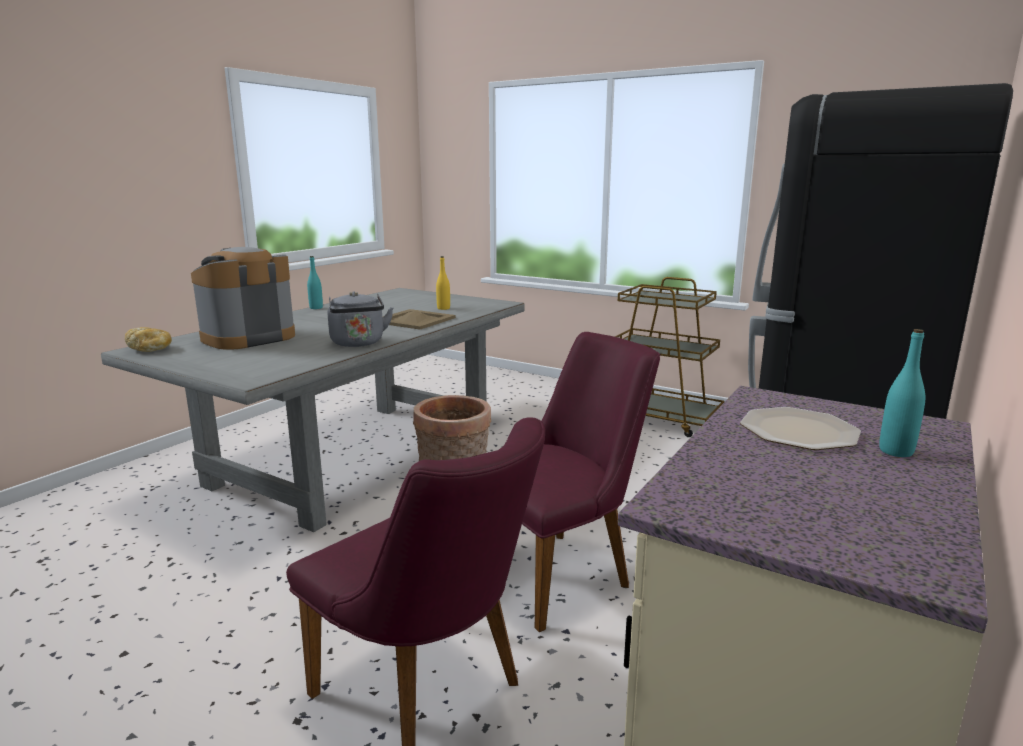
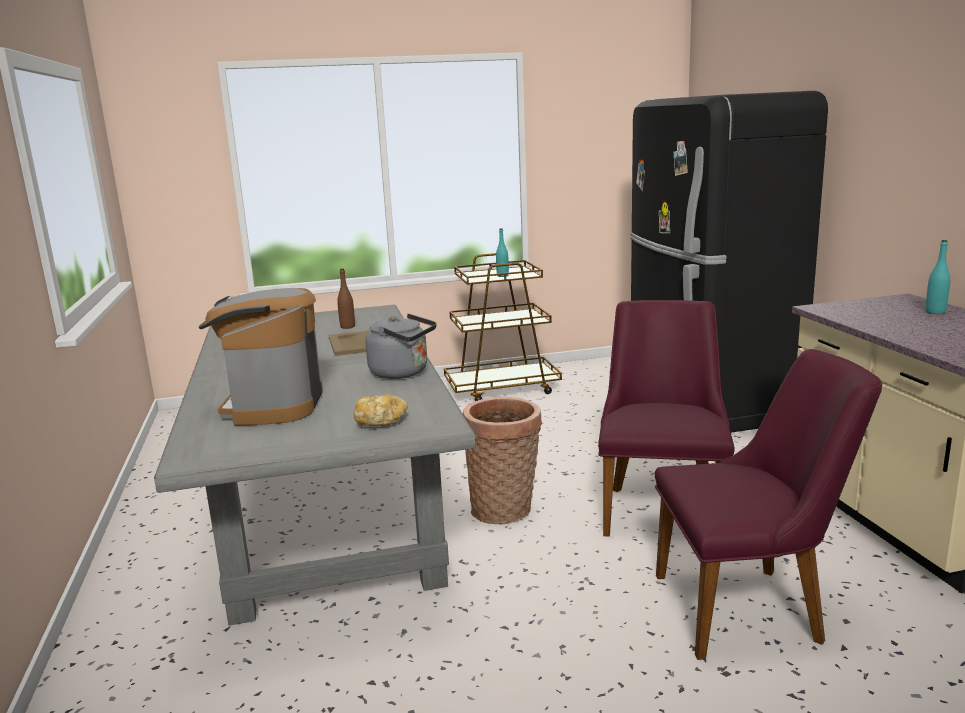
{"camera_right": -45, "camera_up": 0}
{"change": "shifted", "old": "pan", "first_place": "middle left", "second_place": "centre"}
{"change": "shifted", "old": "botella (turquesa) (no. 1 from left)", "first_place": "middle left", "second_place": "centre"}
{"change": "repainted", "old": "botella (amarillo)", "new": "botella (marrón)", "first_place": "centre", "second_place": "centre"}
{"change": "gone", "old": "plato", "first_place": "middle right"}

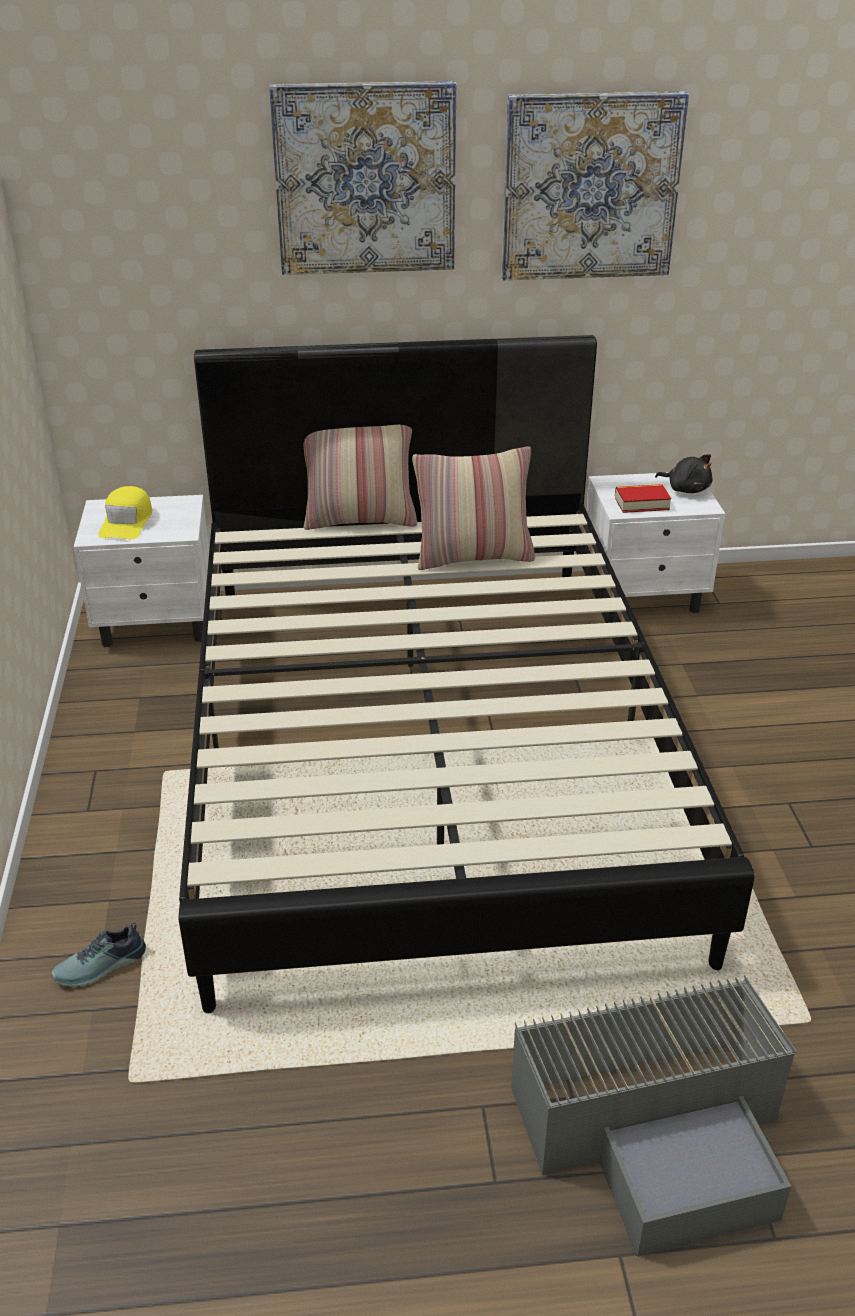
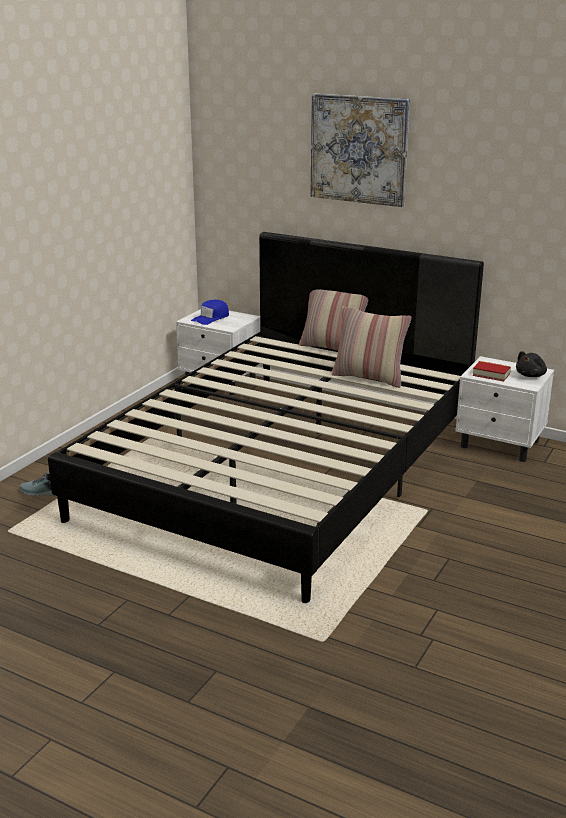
{"camera_right": 35, "camera_up": -10}
{"change": "repainted", "old": "gorra (amarillo)", "new": "gorra (azul)", "first_place": "middle left", "second_place": "centre"}
{"change": "gone", "old": "cuadro (no. 2 from left)", "first_place": "top right"}
{"change": "gone", "old": "caja de almacenaje (gris)", "first_place": "bottom right"}
{"change": "rotated", "old": "peluche (negro)", "first_place": "middle right", "second_place": "middle right", "degrees": 60}

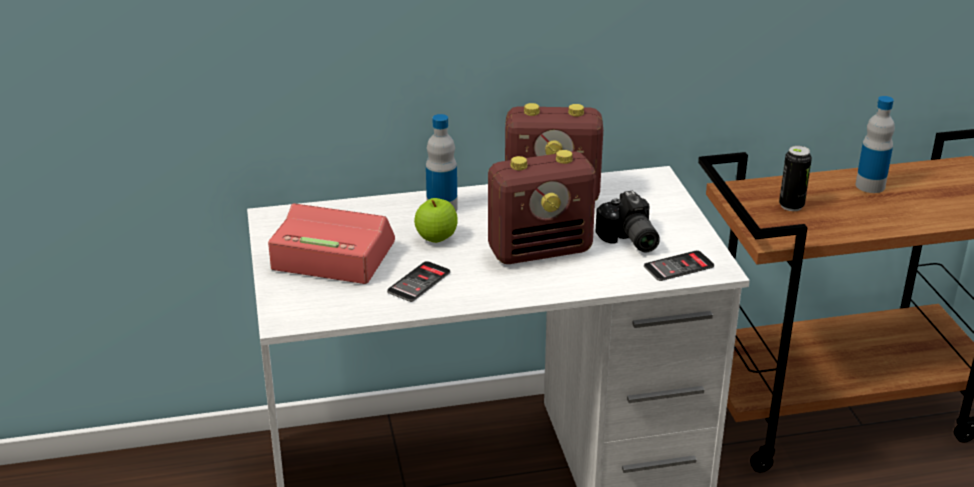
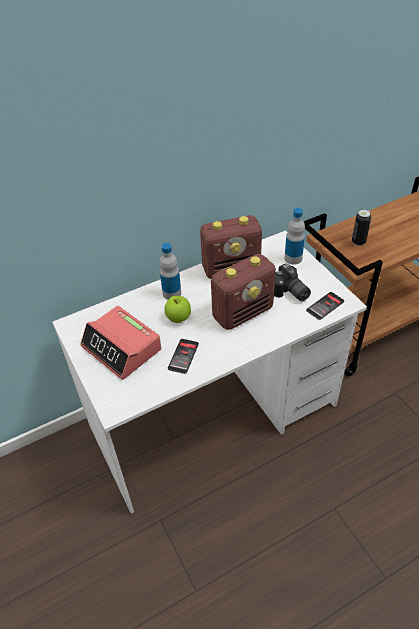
{"camera_right": -15, "camera_up": 15}
{"change": "rotated", "old": "despertador", "first_place": "centre", "second_place": "middle left", "degrees": -135}
{"change": "shifted", "old": "botella (no. 2 from left)", "first_place": "top right", "second_place": "middle right"}

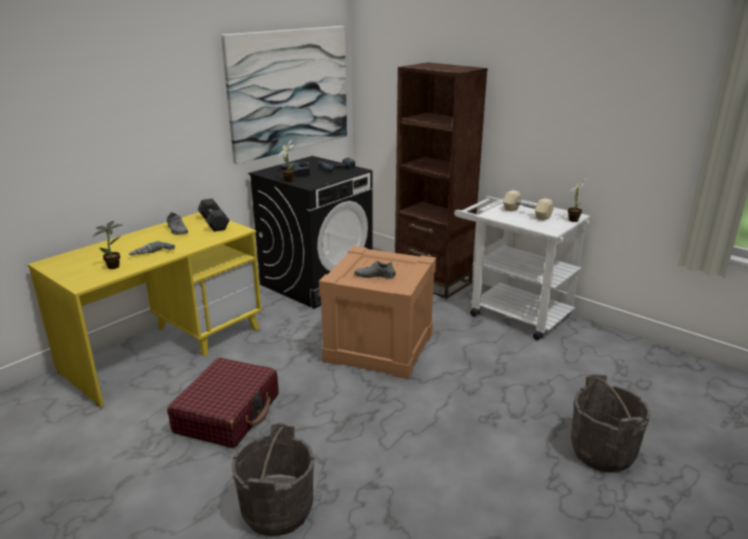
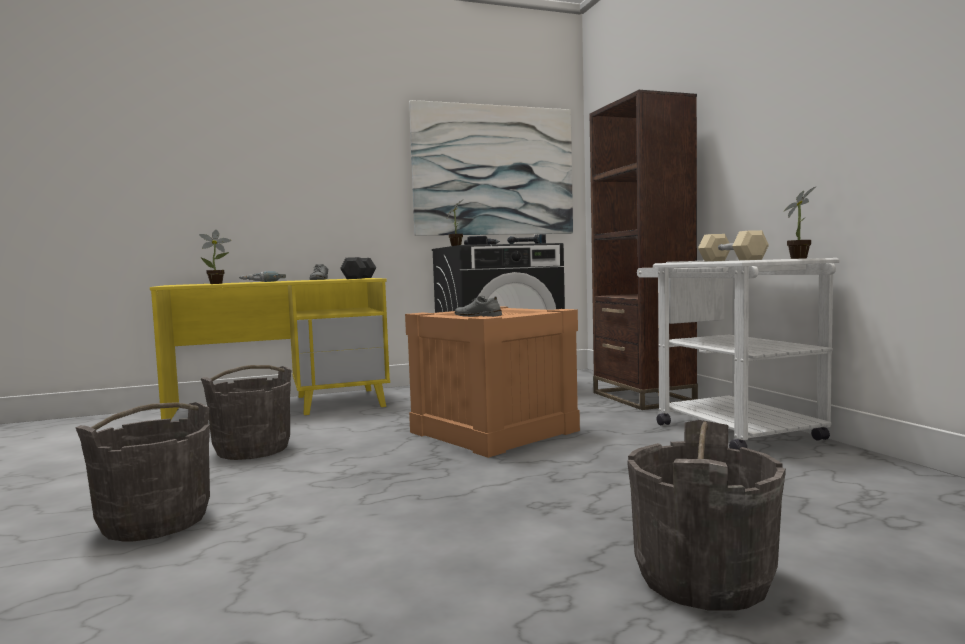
{"camera_right": 30, "camera_up": -20}
{"change": "swapped", "old": "maleta (rojo)", "new": "cubo (gris) (no. 2 from left)", "first_place": "bottom left", "second_place": "middle left"}

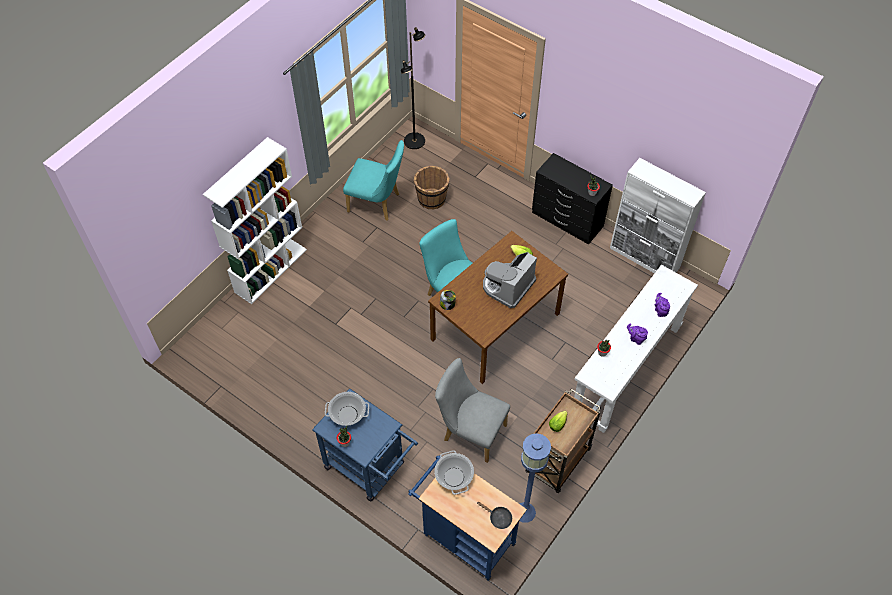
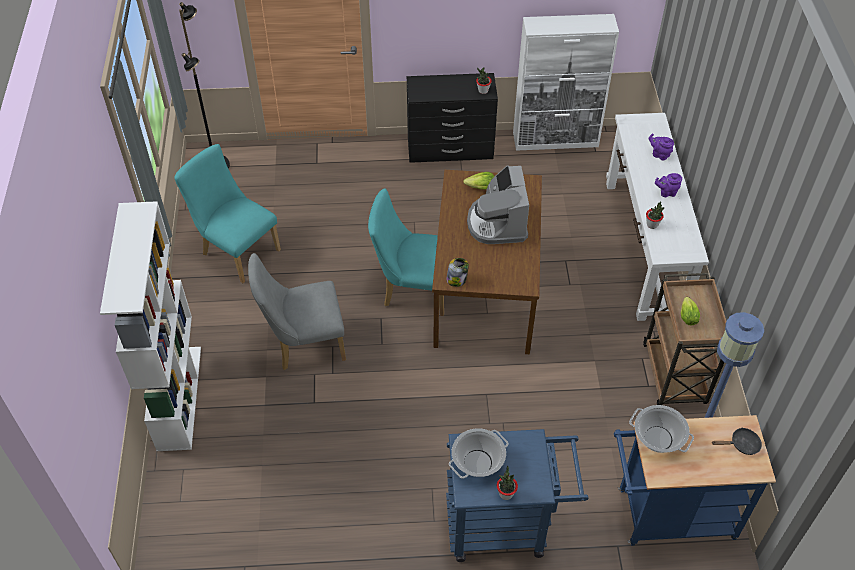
{"camera_right": -40, "camera_up": -5}
{"change": "rotated", "old": "silla (turquesa) (no. 1 from left)", "first_place": "top centre", "second_place": "middle left", "degrees": -120}
{"change": "gone", "old": "cubo (marrón)", "first_place": "top centre"}
{"change": "shifted", "old": "silla (gris)", "first_place": "bottom centre", "second_place": "centre"}

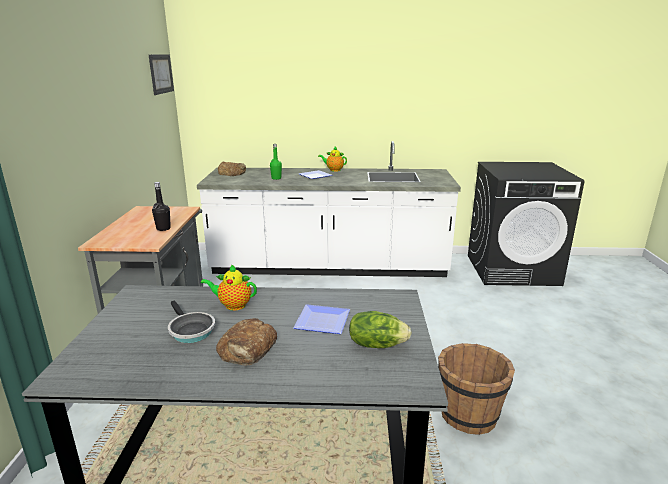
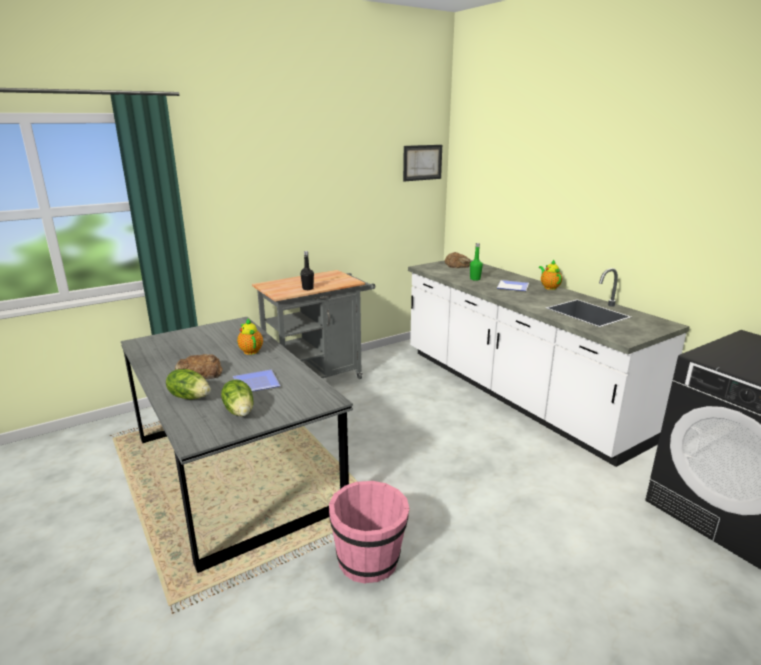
{"camera_right": 55, "camera_up": 0}
{"change": "gone", "old": "sartén", "first_place": "middle left"}
{"change": "repainted", "old": "cubo (marrón)", "new": "cubo (rosa)", "first_place": "bottom right", "second_place": "bottom centre"}
{"change": "new", "new": "lechuga (no. 1 from left)", "second_place": "middle left"}

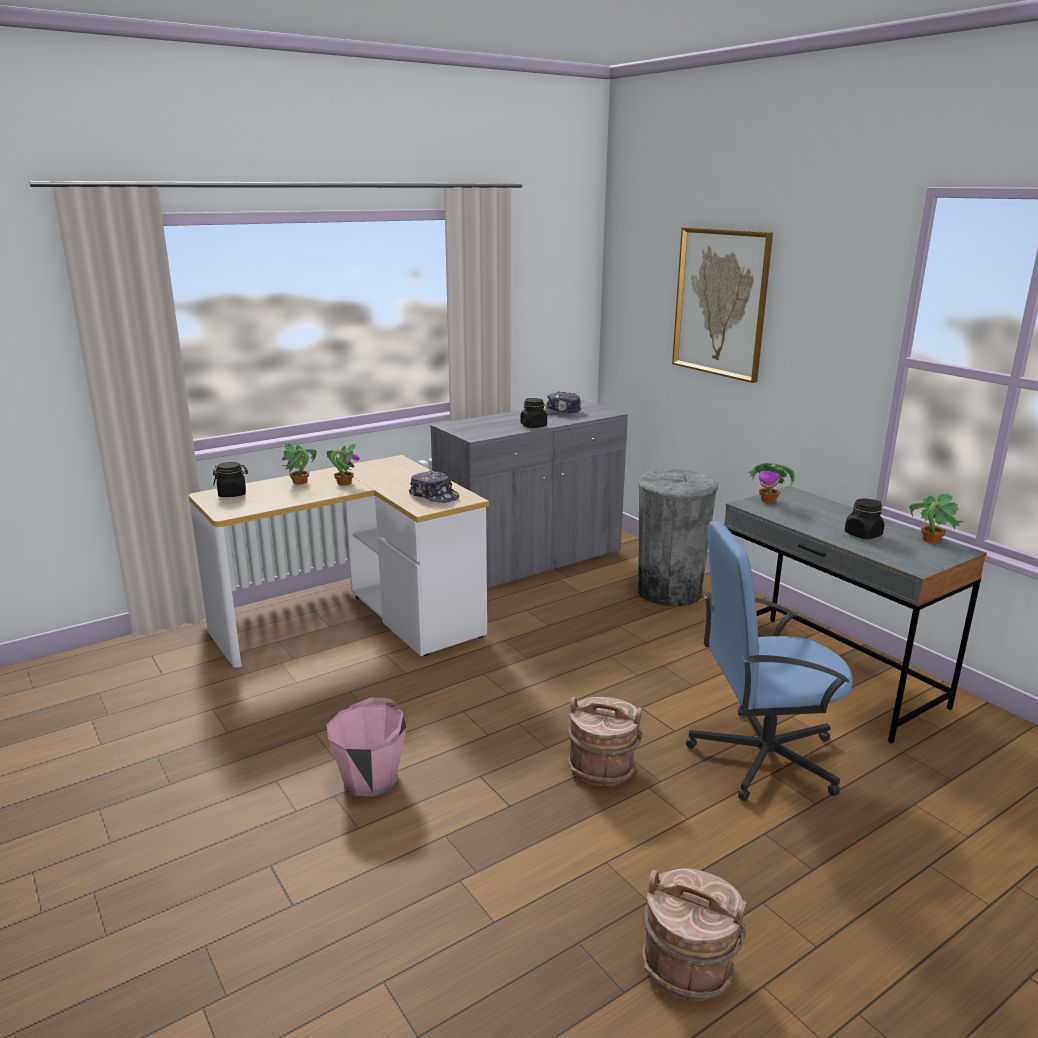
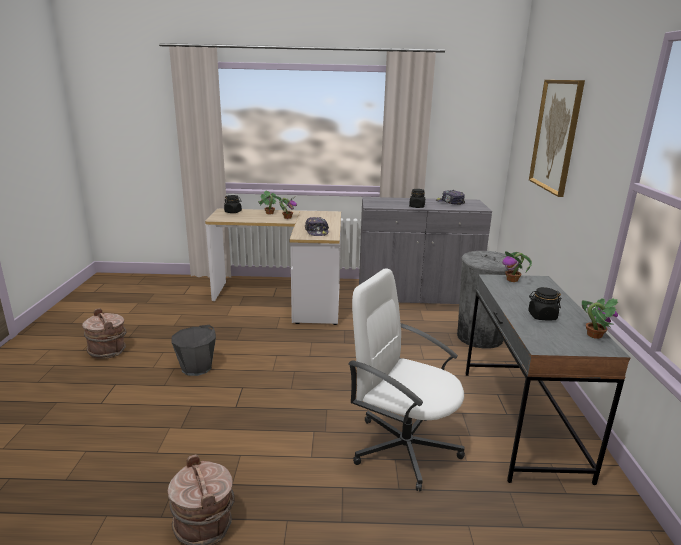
{"camera_right": 35, "camera_up": 0}
{"change": "repainted", "old": "cubo (rosa)", "new": "cubo (gris)", "first_place": "bottom centre", "second_place": "middle left"}
{"change": "shifted", "old": "cubo (marrón) (no. 1 from left)", "first_place": "bottom centre", "second_place": "middle left"}
{"change": "repainted", "old": "silla de oficina (azul)", "new": "silla de oficina (blanco)", "first_place": "middle right", "second_place": "bottom centre"}

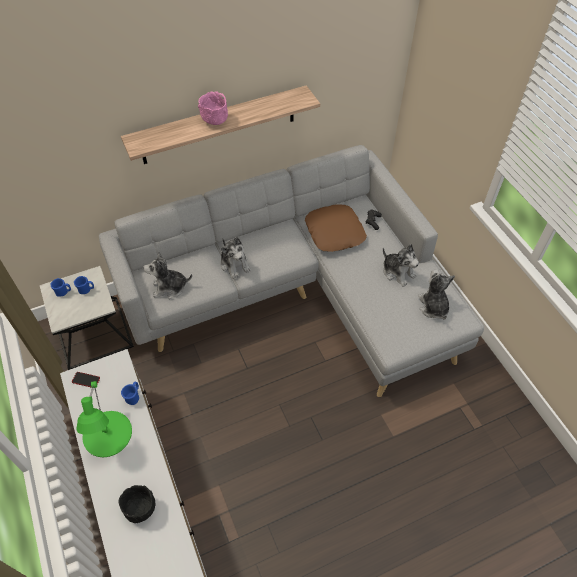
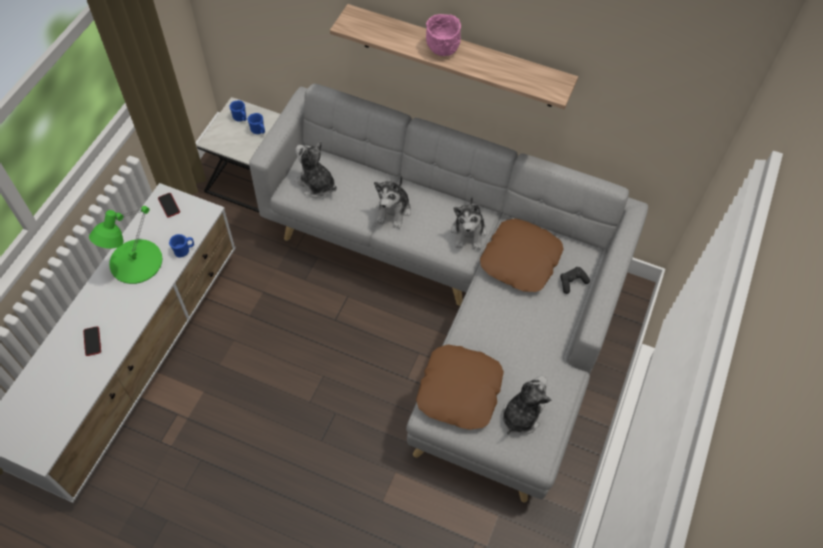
{"camera_right": 45, "camera_up": 5}
{"change": "swapped", "old": "cuenco (negro)", "new": "móvil (no. 1 from left)", "first_place": "bottom left", "second_place": "middle left"}
{"change": "shifted", "old": "peluche (no. 3 from left)", "first_place": "middle right", "second_place": "centre"}
{"change": "new", "new": "cojín (marrón) (no. 1 from left)", "second_place": "bottom centre"}

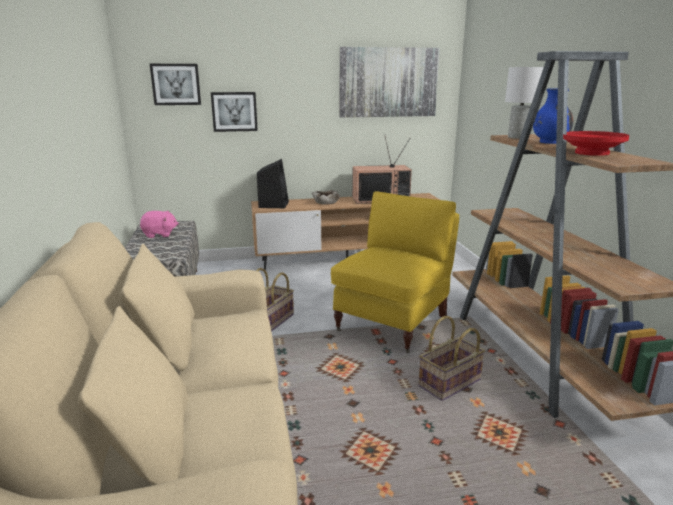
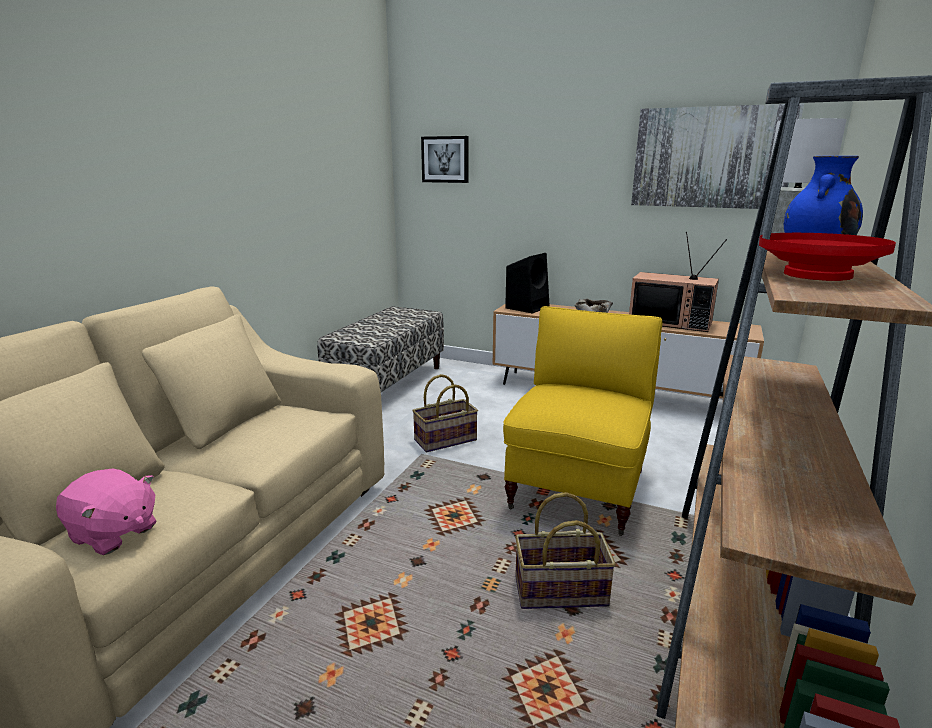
{"camera_right": 35, "camera_up": 0}
{"change": "shifted", "old": "peluche (rosa)", "first_place": "middle left", "second_place": "bottom left"}
{"change": "gone", "old": "cuadro (no. 2 from left)", "first_place": "top centre"}
{"change": "rotated", "old": "sillón (amarillo)", "first_place": "centre", "second_place": "centre", "degrees": -45}

